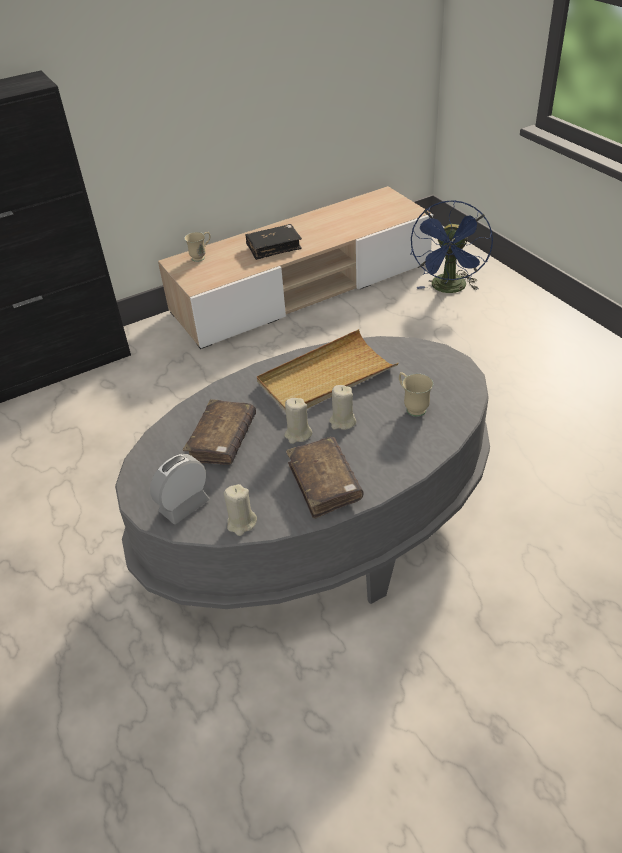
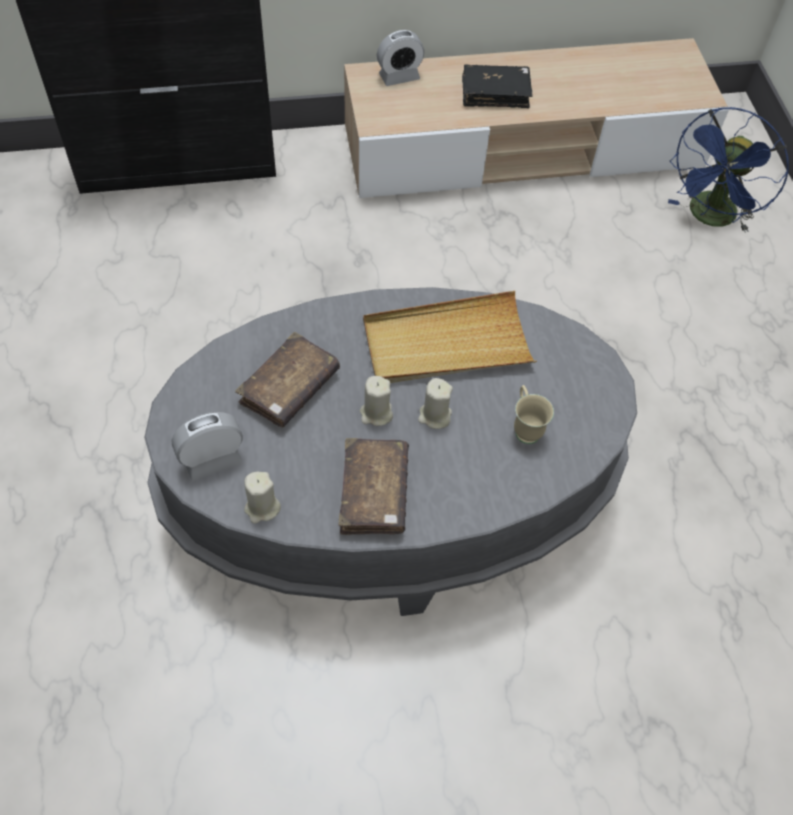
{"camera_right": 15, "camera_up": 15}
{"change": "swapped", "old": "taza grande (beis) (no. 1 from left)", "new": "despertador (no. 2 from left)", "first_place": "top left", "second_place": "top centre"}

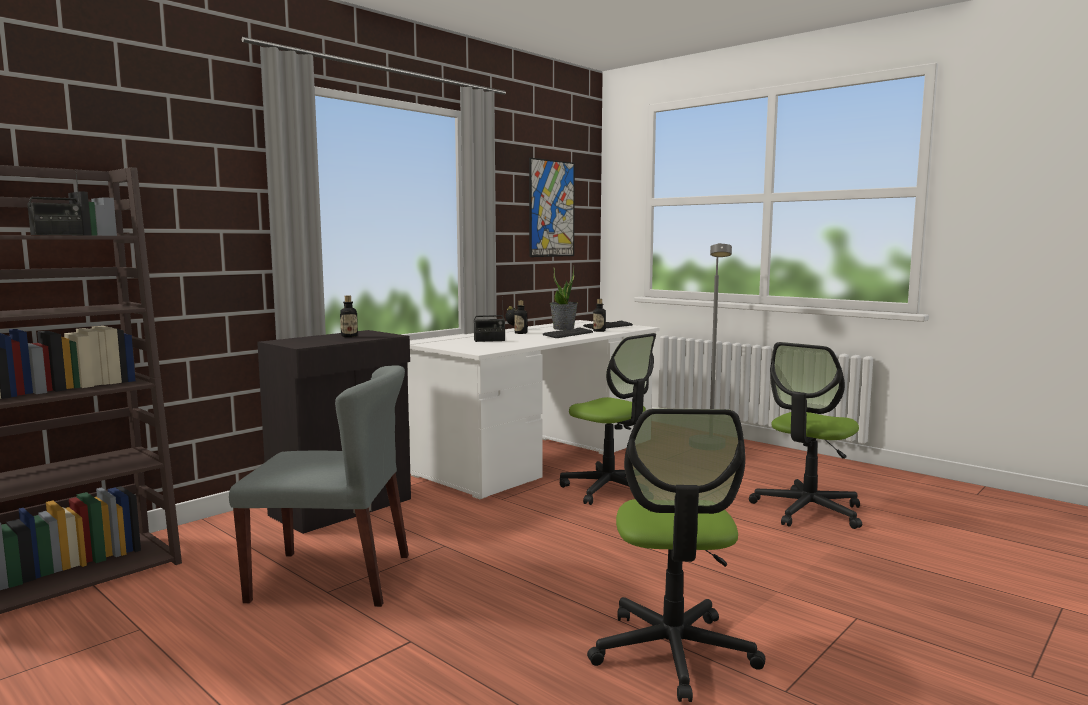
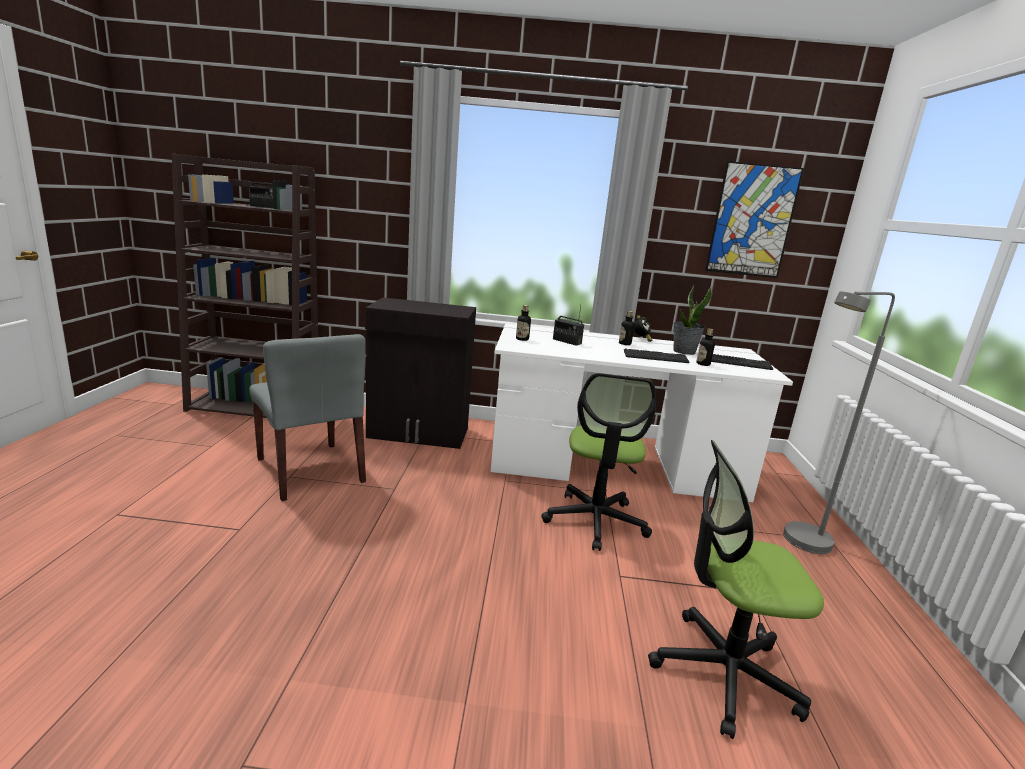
{"camera_right": 50, "camera_up": 10}
{"change": "shifted", "old": "botella (no. 1 from left)", "first_place": "middle left", "second_place": "centre"}
{"change": "gone", "old": "silla de oficina (no. 2 from left)", "first_place": "bottom centre"}

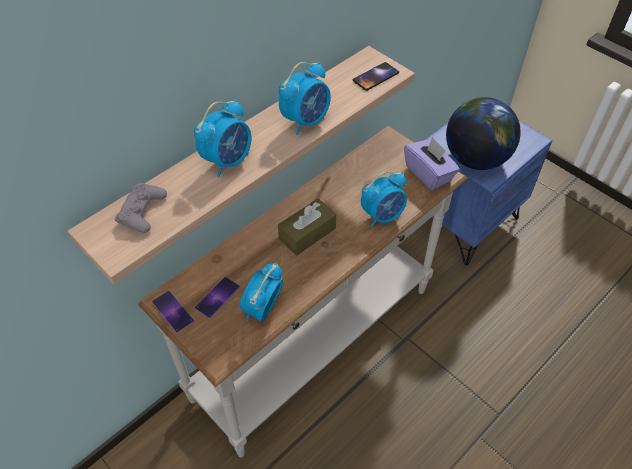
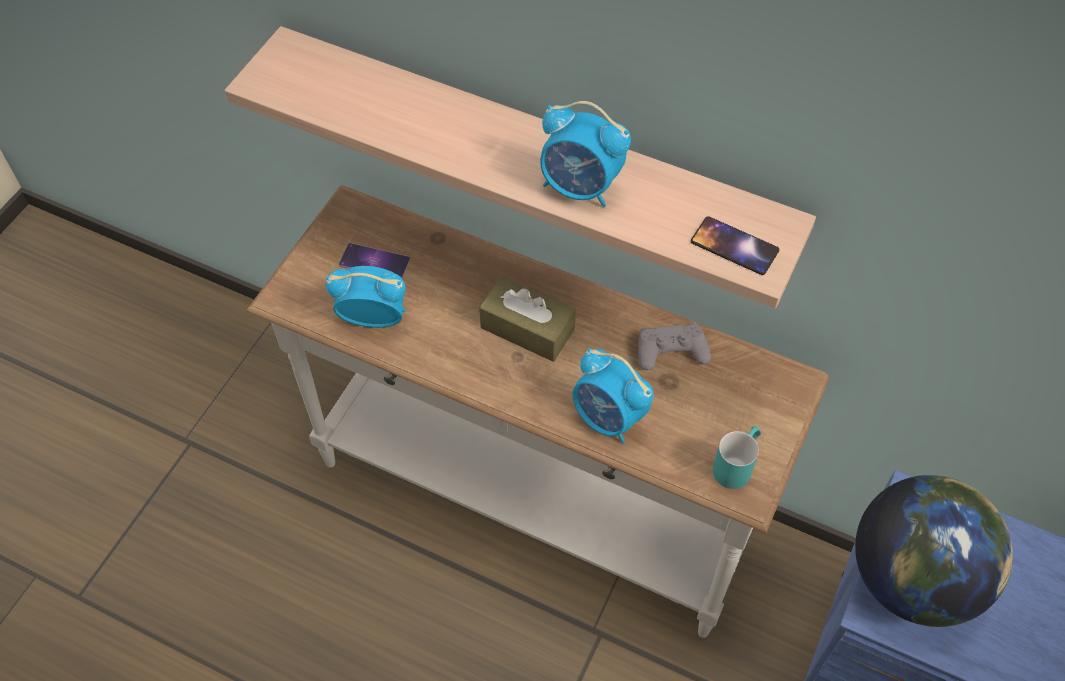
{"camera_right": 70, "camera_up": 5}
{"change": "shifted", "old": "mando de consola (gris)", "first_place": "middle left", "second_place": "centre"}
{"change": "gone", "old": "móvil (no. 1 from left)", "first_place": "middle left"}
{"change": "gone", "old": "despertador (no. 1 from left)", "first_place": "top centre"}
{"change": "swapped", "old": "caja de pañuelos (morado)", "new": "taza grande (turquesa)", "first_place": "middle right", "second_place": "bottom right"}

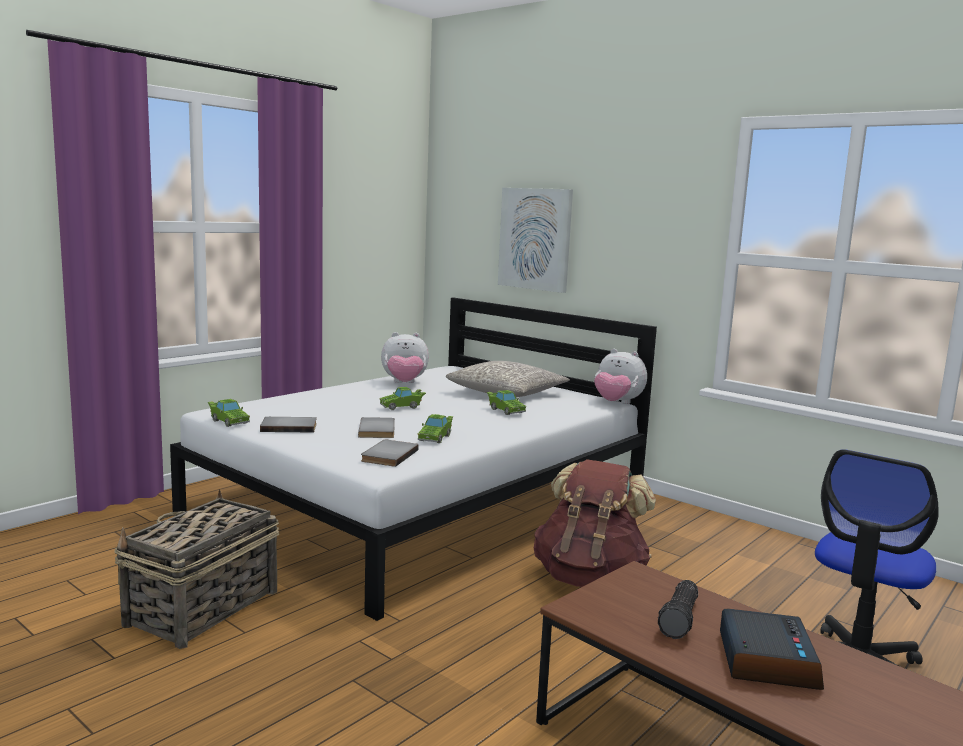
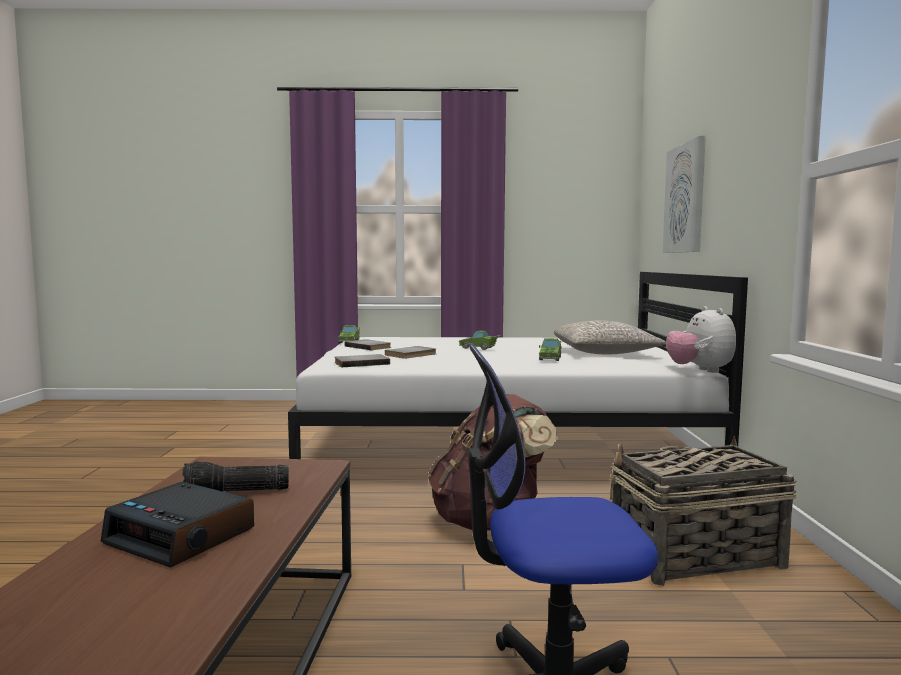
{"camera_right": 50, "camera_up": -5}
{"change": "shifted", "old": "cesta", "first_place": "bottom left", "second_place": "bottom right"}
{"change": "gone", "old": "peluche (no. 1 from left)", "first_place": "centre"}
{"change": "gone", "old": "coche de juguete (verde) (no. 3 from left)", "first_place": "centre"}
{"change": "rotated", "old": "despertador", "first_place": "bottom right", "second_place": "bottom left", "degrees": 60}

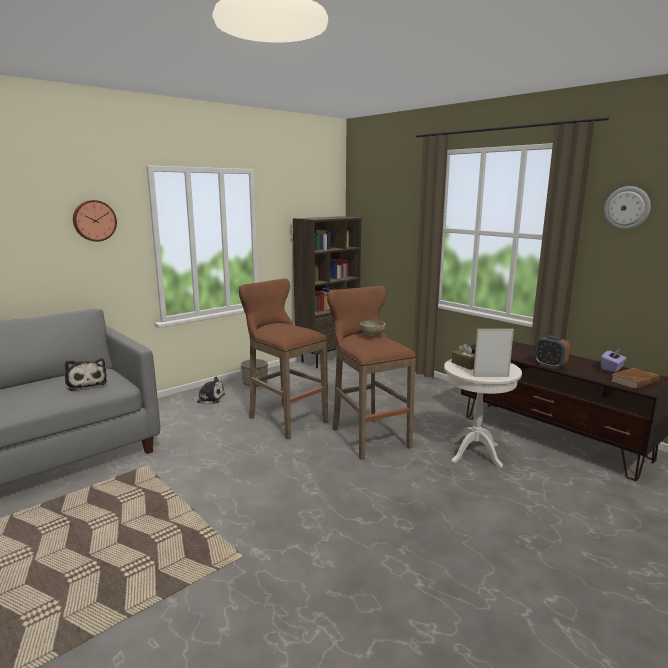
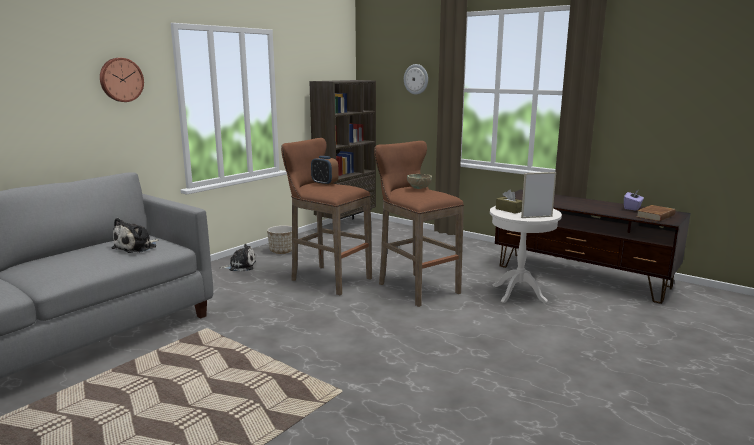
{"camera_right": -10, "camera_up": 0}
{"change": "rotated", "old": "peluche (no. 1 from left)", "first_place": "middle left", "second_place": "middle left", "degrees": 75}
{"change": "shifted", "old": "despertador", "first_place": "middle right", "second_place": "centre"}
{"change": "shifted", "old": "reloj de pared (no. 2 from left)", "first_place": "top right", "second_place": "top centre"}

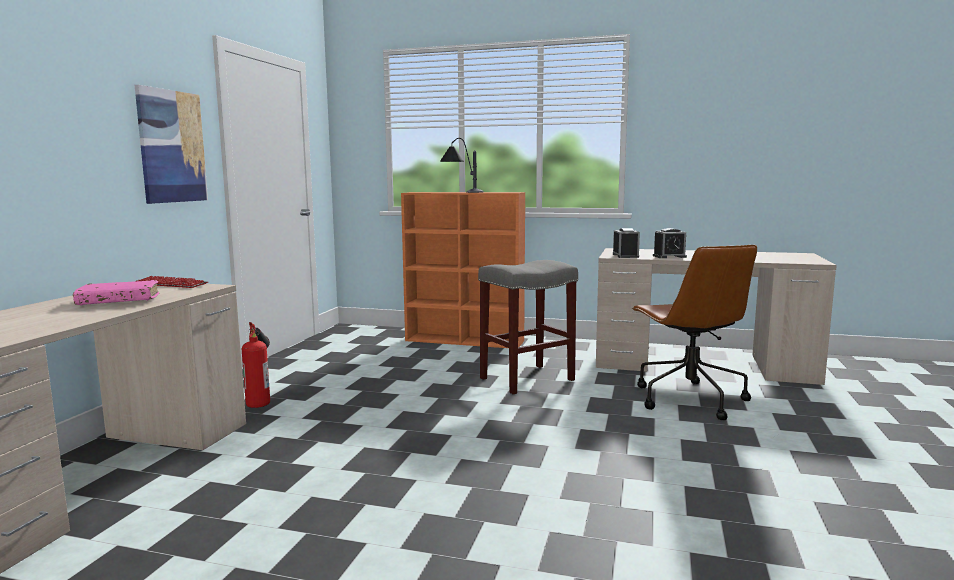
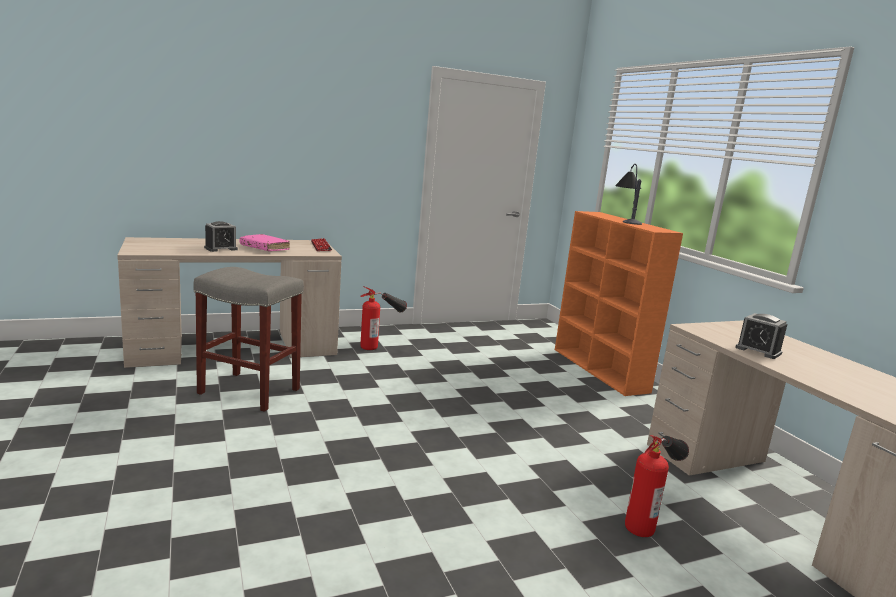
{"camera_right": 50, "camera_up": 5}
{"change": "gone", "old": "cuadro", "first_place": "top left"}
{"change": "shifted", "old": "taburete (gris)", "first_place": "centre", "second_place": "middle left"}
{"change": "shifted", "old": "despertador (no. 1 from left)", "first_place": "centre", "second_place": "middle left"}
{"change": "swapped", "old": "silla de oficina (marrón)", "new": "extintor (no. 2 from left)", "first_place": "middle right", "second_place": "bottom right"}

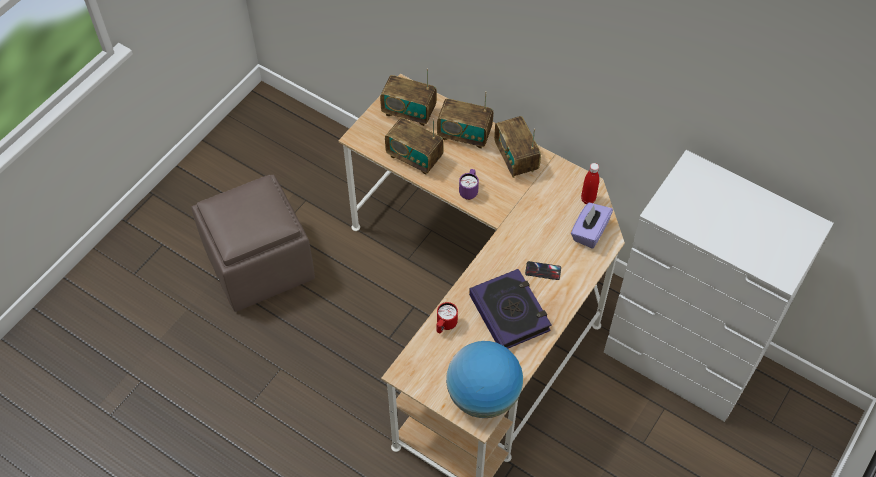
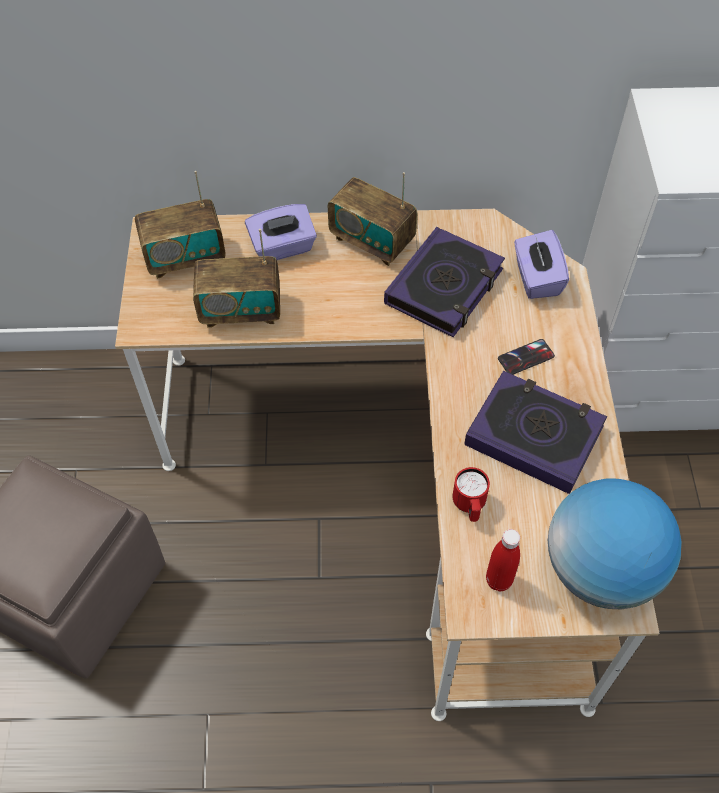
{"camera_right": -35, "camera_up": 0}
{"change": "swapped", "old": "radio (no. 3 from left)", "new": "caja de pañuelos (morado) (no. 1 from left)", "first_place": "top centre", "second_place": "top centre"}
{"change": "gone", "old": "taza grande (morado)", "first_place": "centre"}
{"change": "shifted", "old": "botella (rojo)", "first_place": "middle right", "second_place": "bottom right"}
{"change": "new", "new": "libro (no. 1 from left)", "second_place": "centre"}

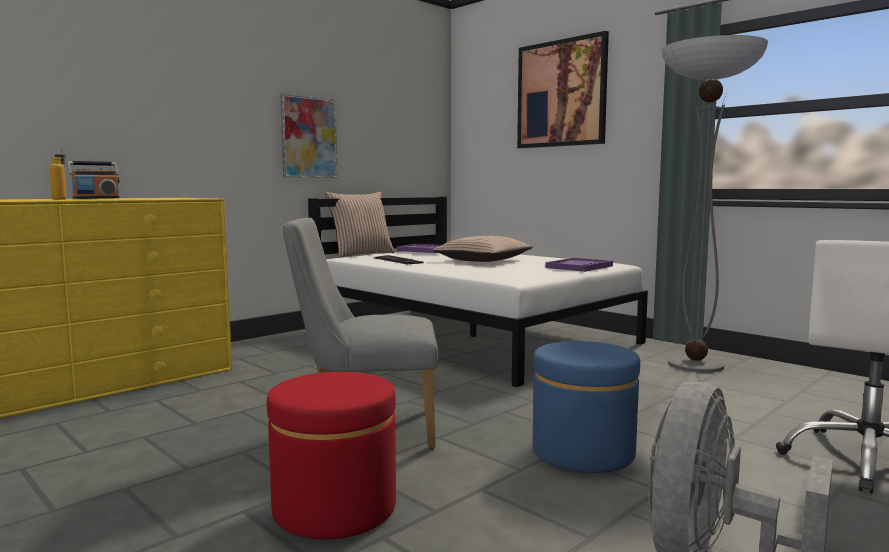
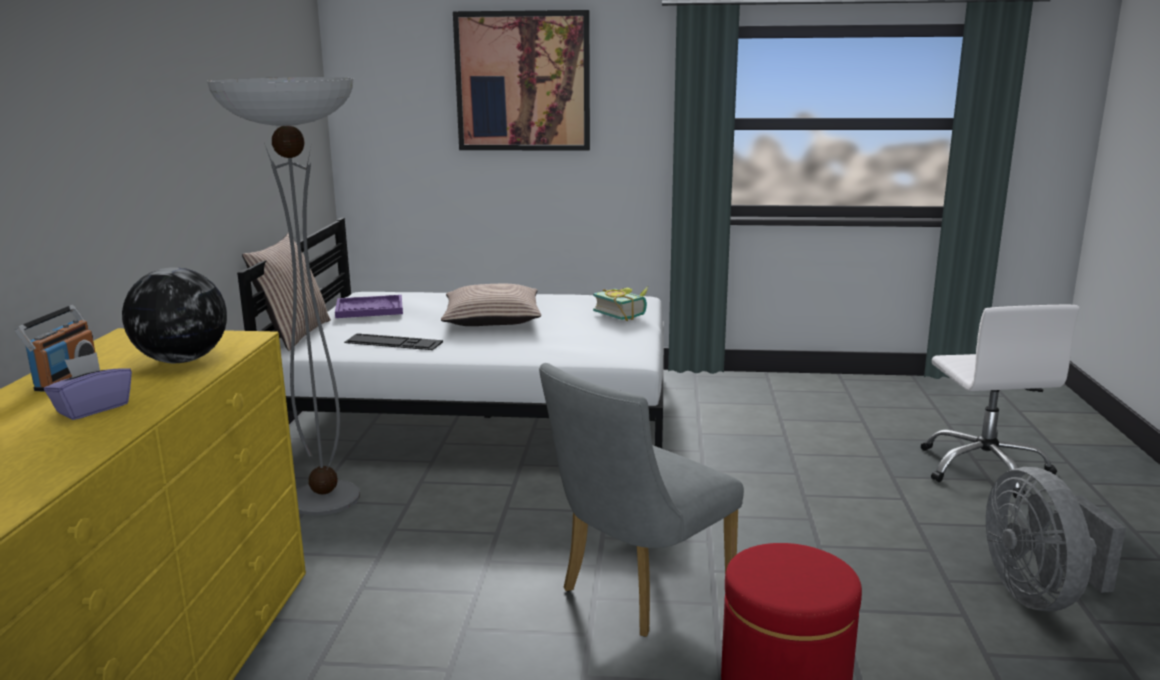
{"camera_right": -40, "camera_up": 10}
{"change": "swapped", "old": "botella", "new": "caja de pañuelos (morado)", "first_place": "top left", "second_place": "middle left"}
{"change": "gone", "old": "cuadro (no. 1 from left)", "first_place": "top centre"}
{"change": "gone", "old": "puf (azul)", "first_place": "bottom centre"}
{"change": "swapped", "old": "bandeja (morado) (no. 2 from left)", "new": "libro", "first_place": "centre", "second_place": "centre"}
{"change": "shifted", "old": "lámpara de pie", "first_place": "middle right", "second_place": "middle left"}
{"change": "new", "new": "globo terráqueo", "second_place": "middle left"}

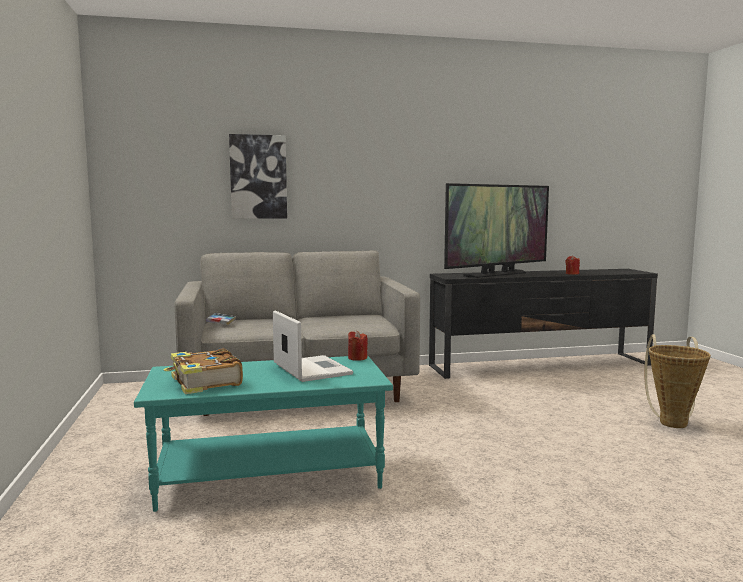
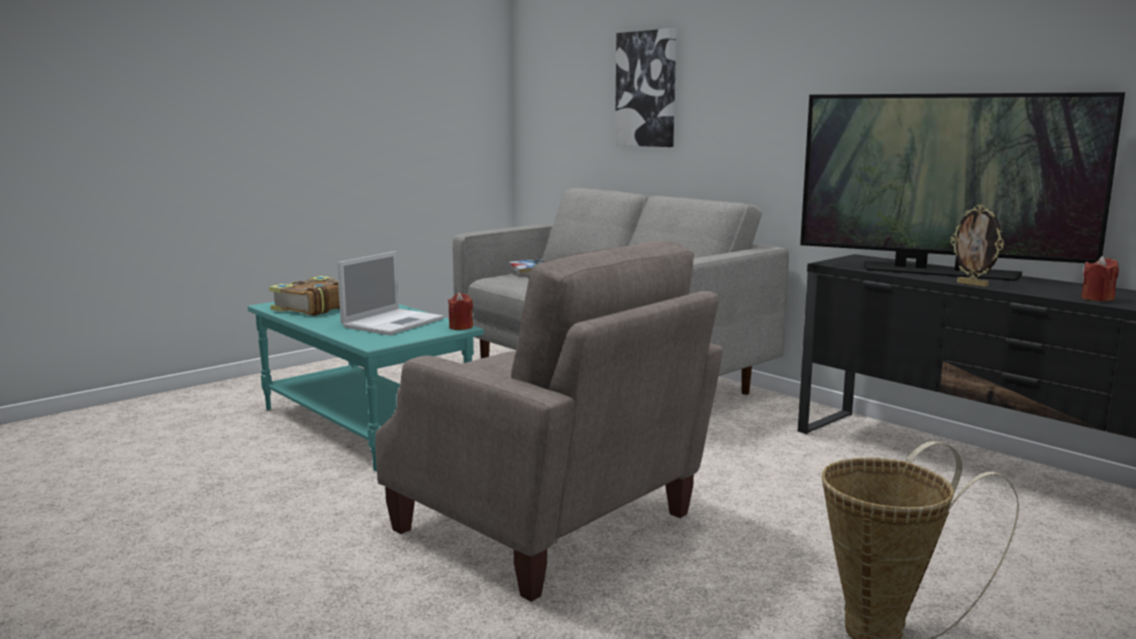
{"camera_right": 60, "camera_up": 5}
{"change": "new", "new": "sillón (beis)", "second_place": "centre"}
{"change": "new", "new": "portarretratos", "second_place": "middle right"}

